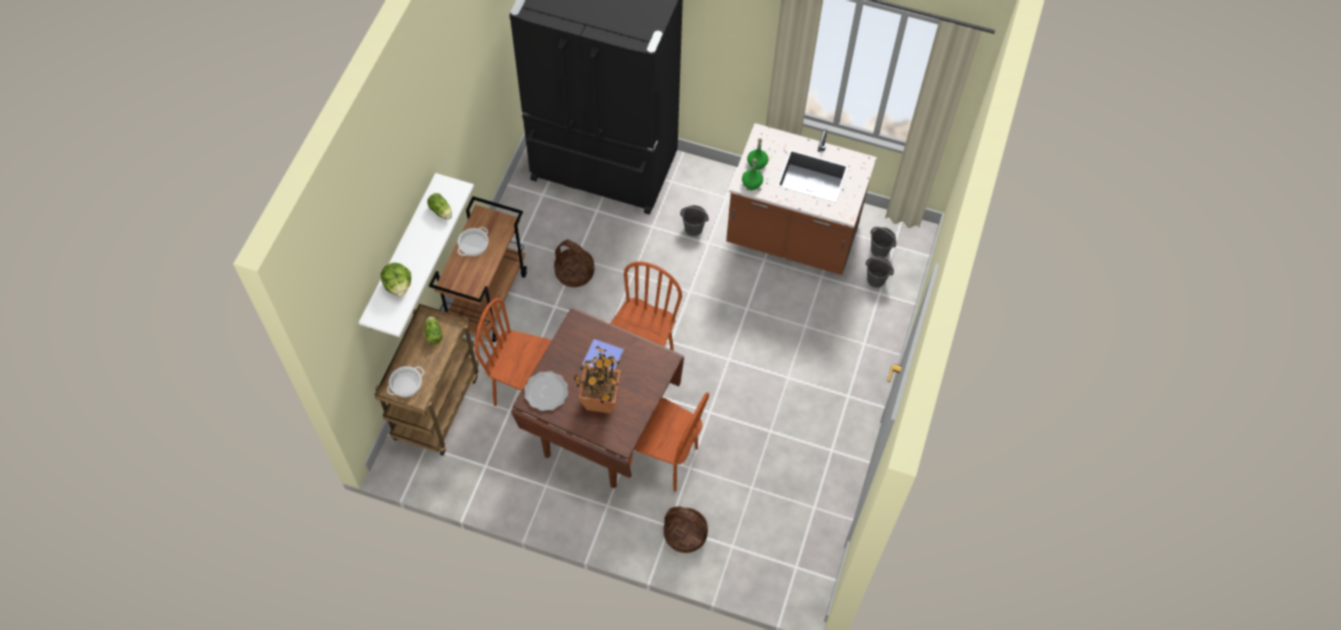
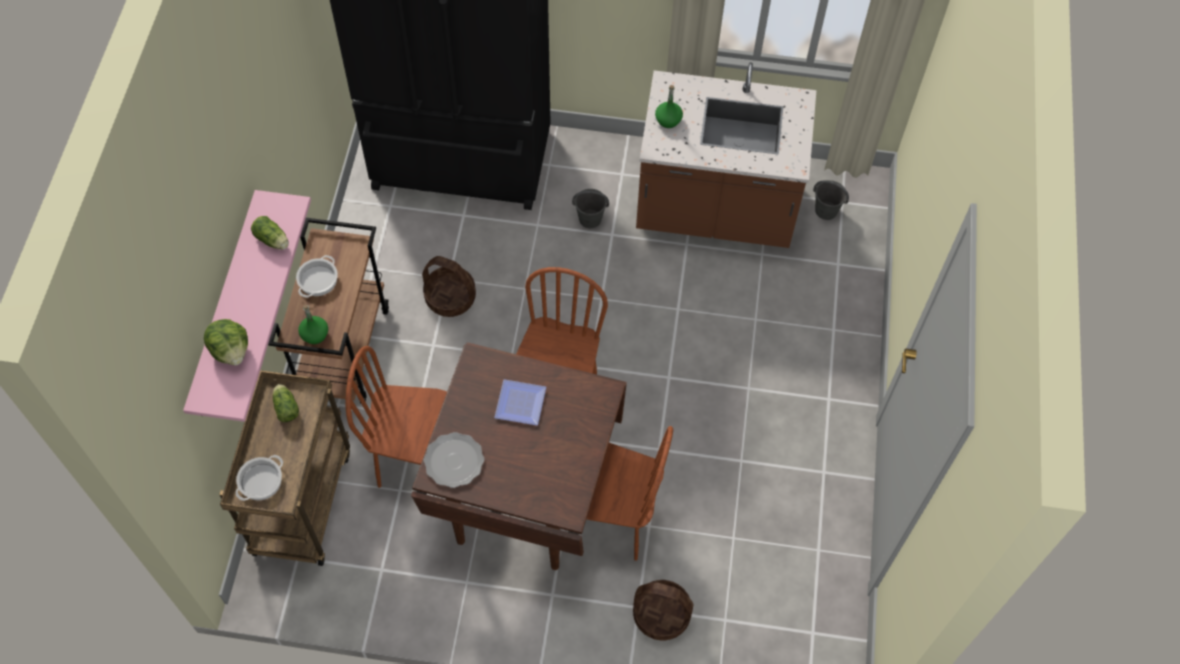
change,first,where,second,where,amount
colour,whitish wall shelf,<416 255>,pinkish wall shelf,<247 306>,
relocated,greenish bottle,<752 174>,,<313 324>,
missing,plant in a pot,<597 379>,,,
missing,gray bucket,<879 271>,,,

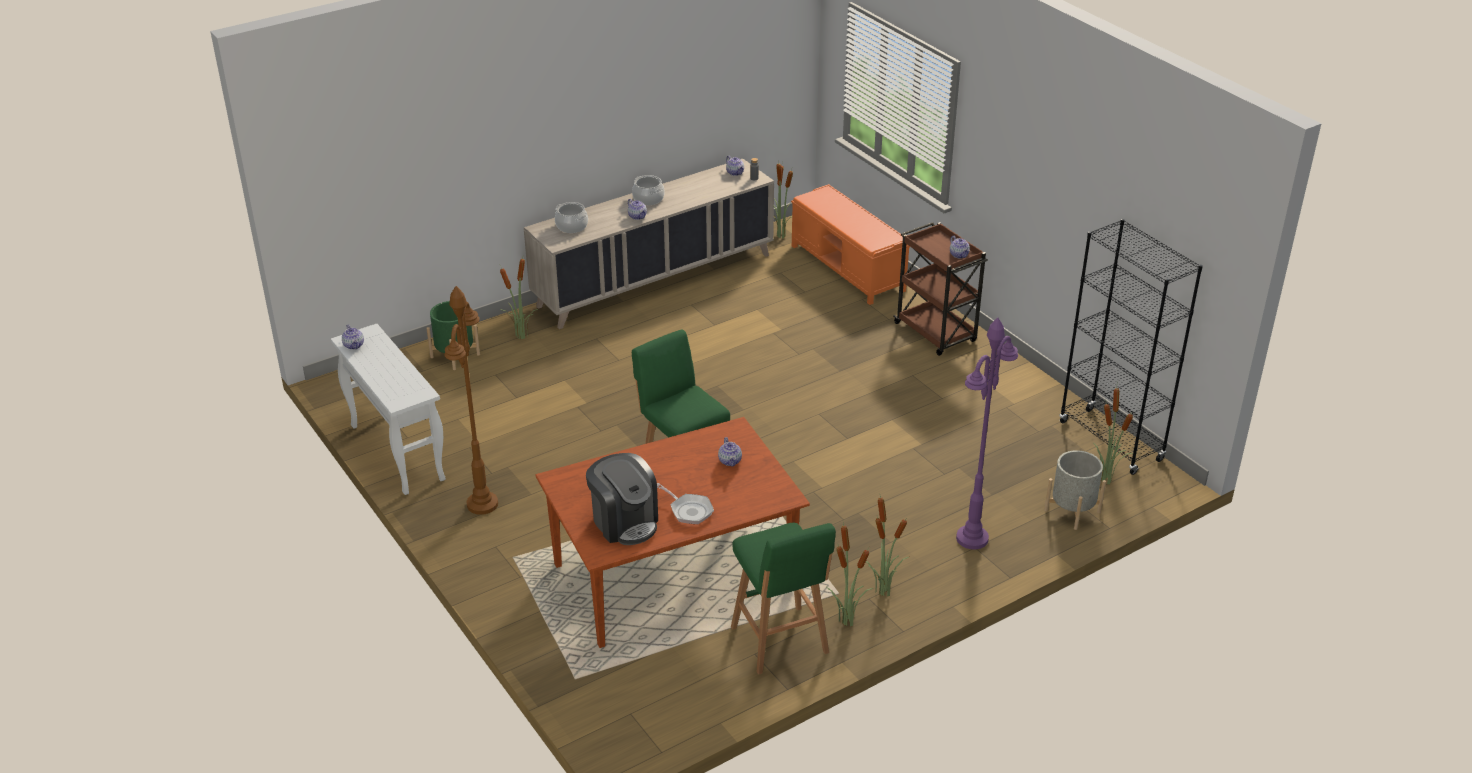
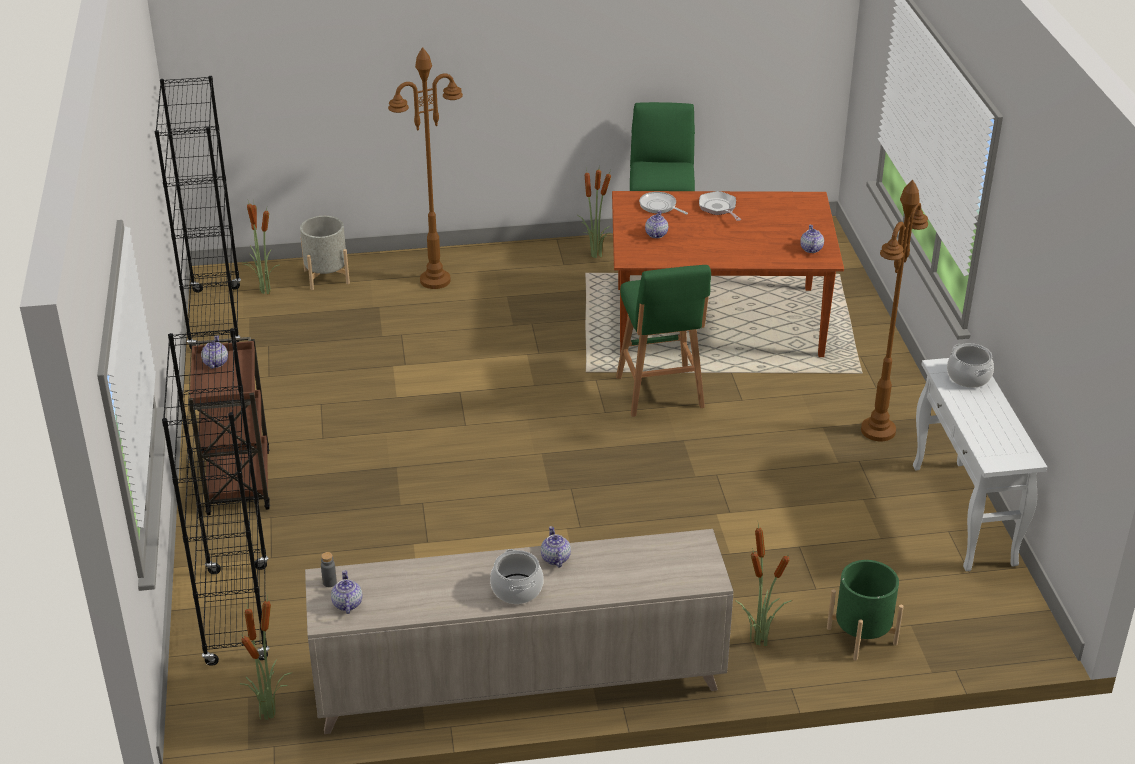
change,first,where,second,where,amount
exchanged,orangey indoor bench,<850 244>,black-coloured shelving unit,<216 497>,
colour,purple floor lamp,<987 433>,brownish floor lamp,<425 168>,
appeared,,,pan,<663 203>,
relocated,pot for tea,<353 337>,,<812 239>,
relocated,saucepot,<571 217>,,<970 365>,
missing,coffee brewer,<622 499>,,,
missing,plant in a pot,<888 546>,,,

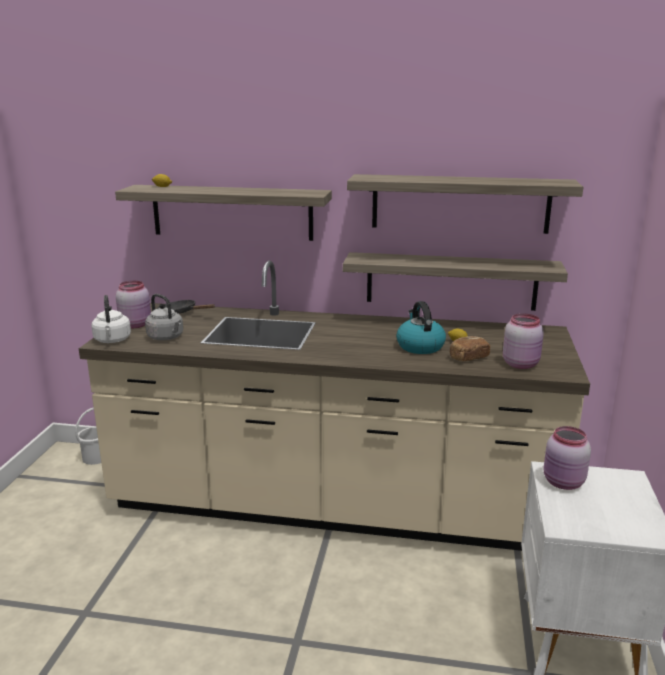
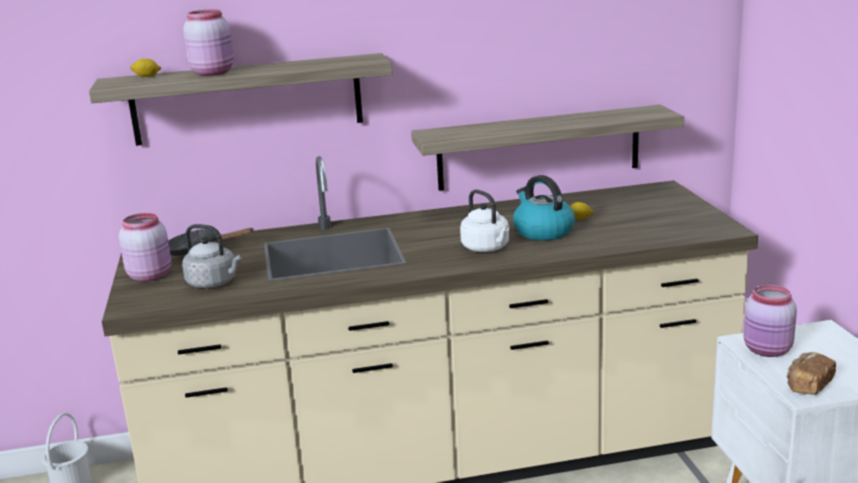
change,first,where,second,where,amount
relocated,pinkish storage jar,<523 341>,,<208 42>,
relocated,whitish tea kettle,<111 319>,,<484 220>,
relocated,baked bread,<470 348>,,<811 373>,
missing,wall shelf,<465 204>,,,

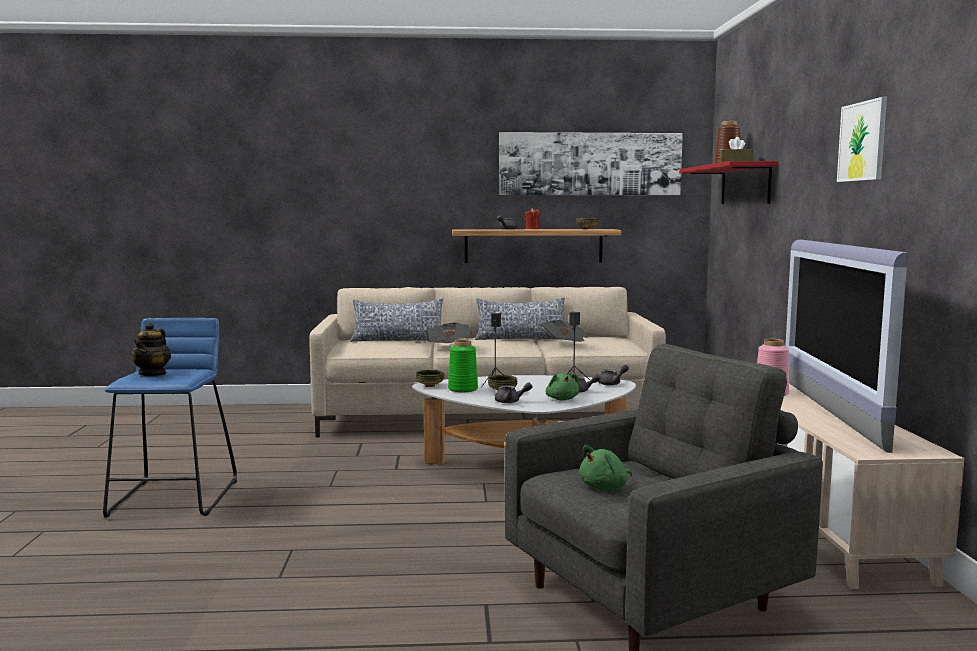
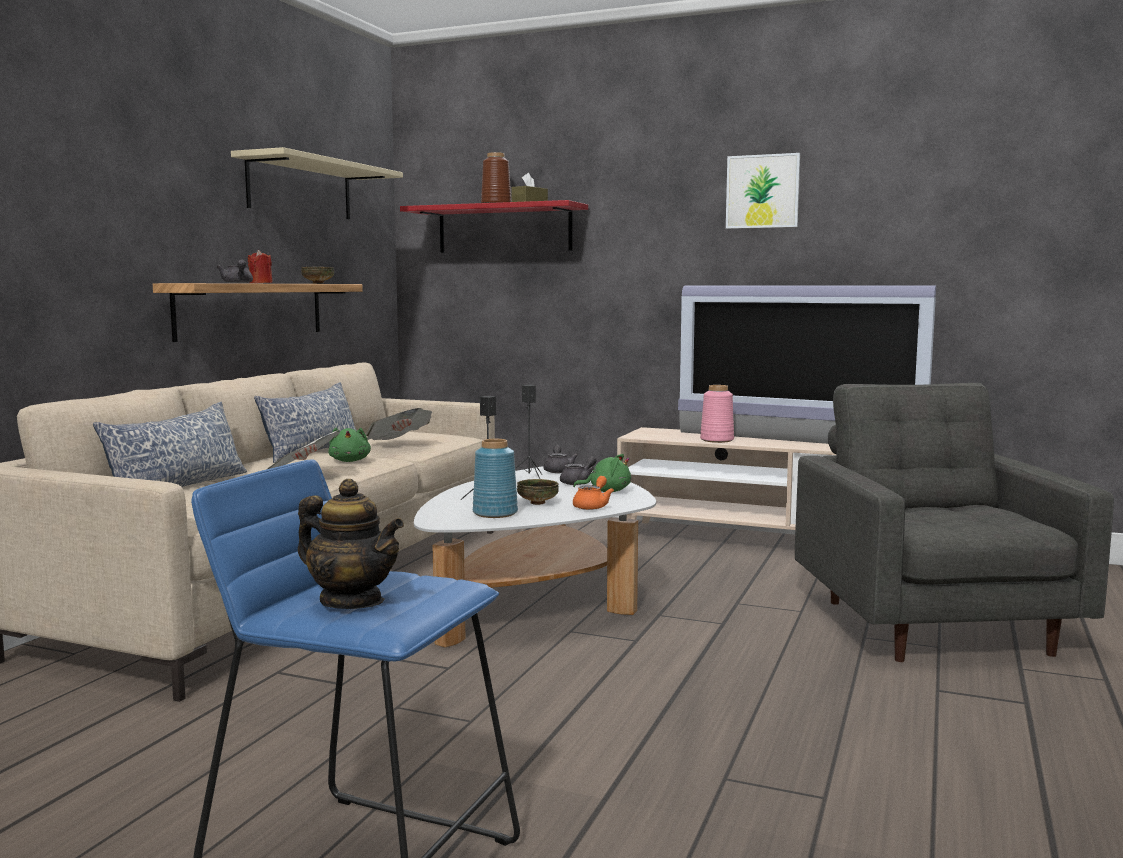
change,first,where,second,where,amount
exchanged,picture,<591 163>,sand-coloured wall shelf,<317 183>,
relocated,greenish plush toy,<605 467>,,<349 445>,
colour,greenish decorative vase,<463 366>,blue-coloured decorative vase,<495 478>,
colour,gray pot for tea,<513 392>,orangey pot for tea,<593 493>,
missing,deep dish,<430 378>,,,

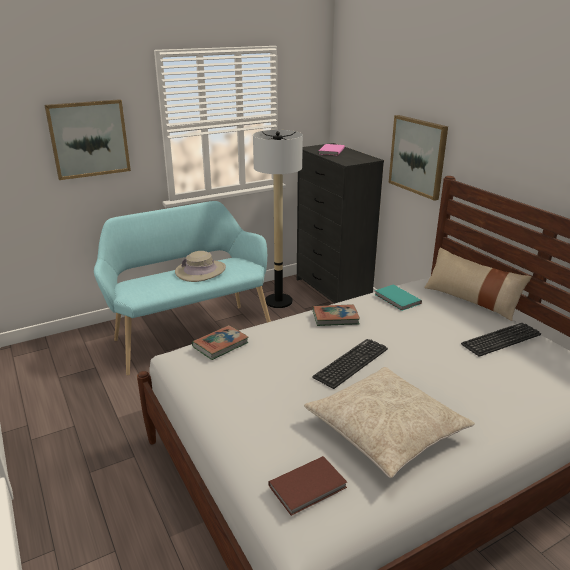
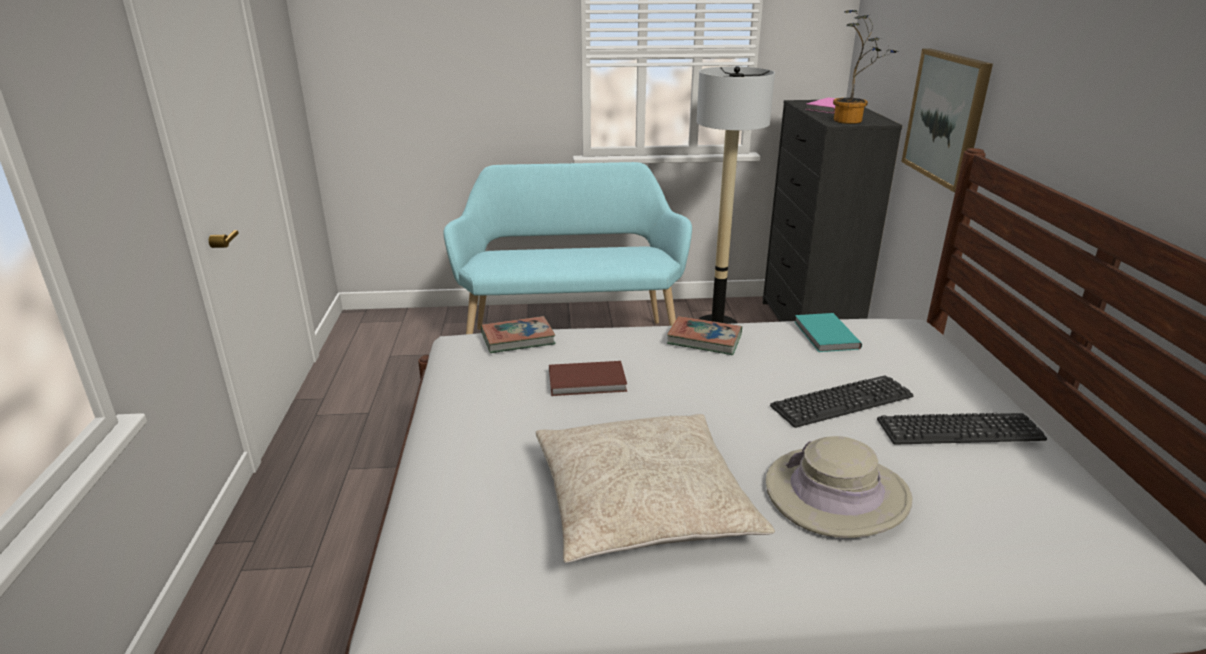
change,first,where,second,where,amount
relocated,brownish volume,<307 486>,,<588 378>,
relocated,sand-coloured wearable hat,<200 266>,,<839 487>,
relocated,computer keyboard,<350 364>,,<841 401>,
appeared,,,plant in a pot,<866 67>,
missing,picture,<88 139>,,,
missing,sand-coloured throw pillow,<478 284>,,,

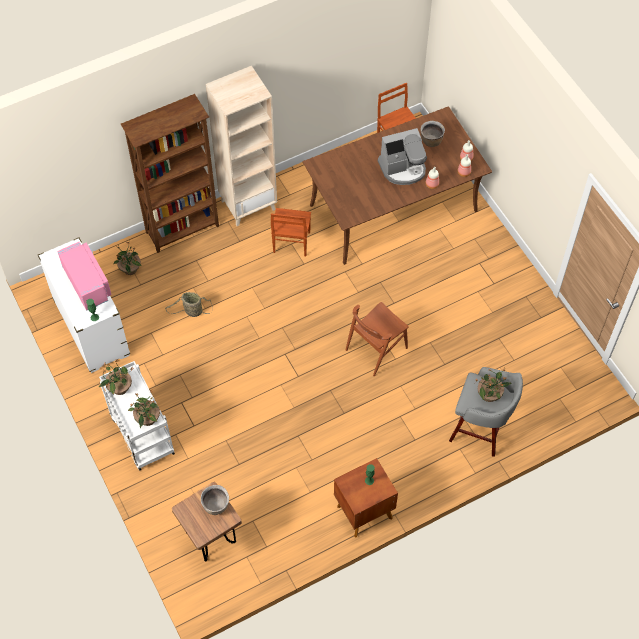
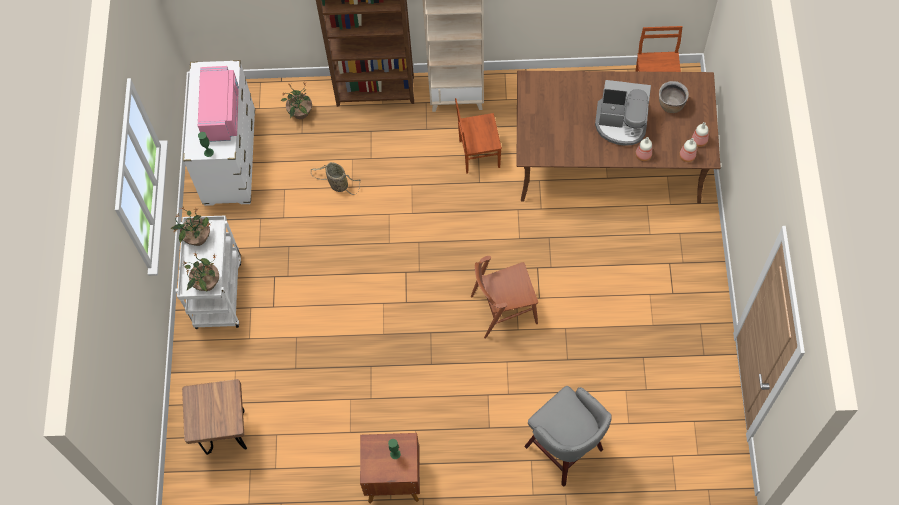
change,first,where,second,where,amount
spun,brownish upright chair,<291 232>,,<478 136>,45 degrees clockwise
missing,brownish saucepot,<215 500>,,,
missing,plant in a pot,<493 384>,,,

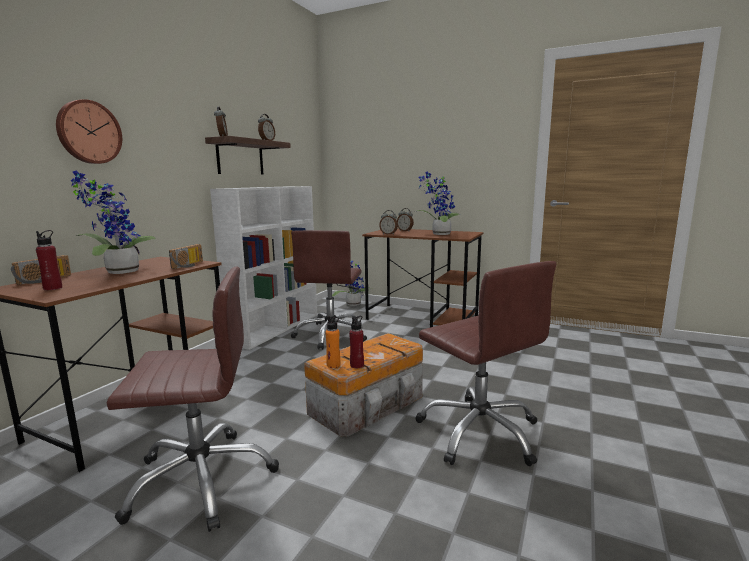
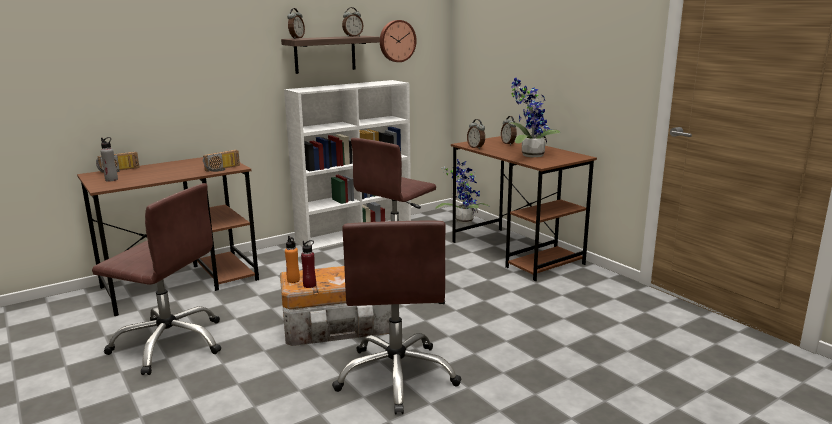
change,first,where,second,where,amount
colour,reddish bottle,<49 260>,gray bottle,<109 159>,
relocated,hanging clock,<89 131>,,<398 41>,
missing,plant in a pot,<113 222>,,,

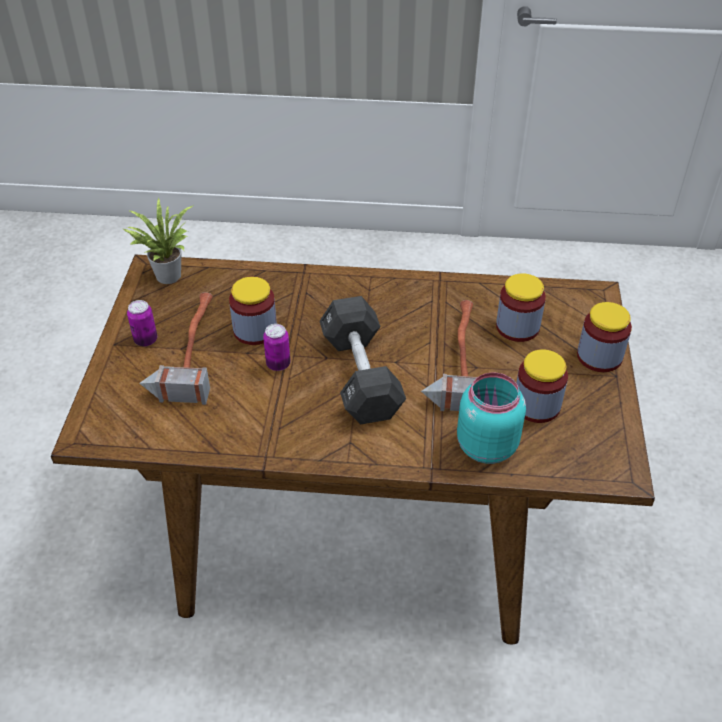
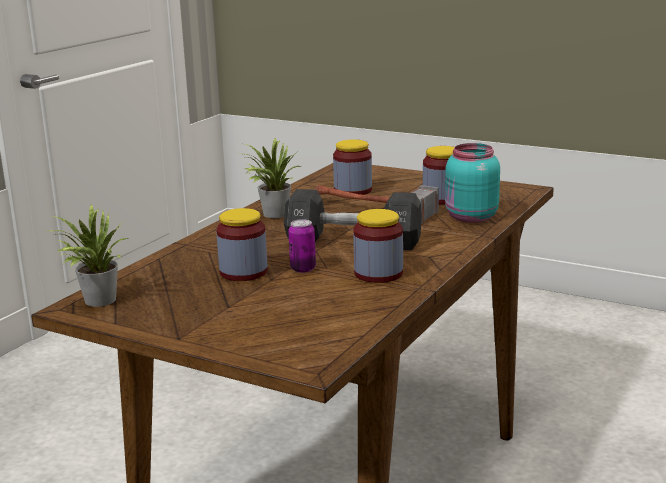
change,first,where,second,where,amount
appeared,,,plant in a pot,<273 178>,
relocated,storage jar,<604 337>,,<378 246>,
missing,can,<142 323>,,,
missing,hand hammer,<176 348>,,,

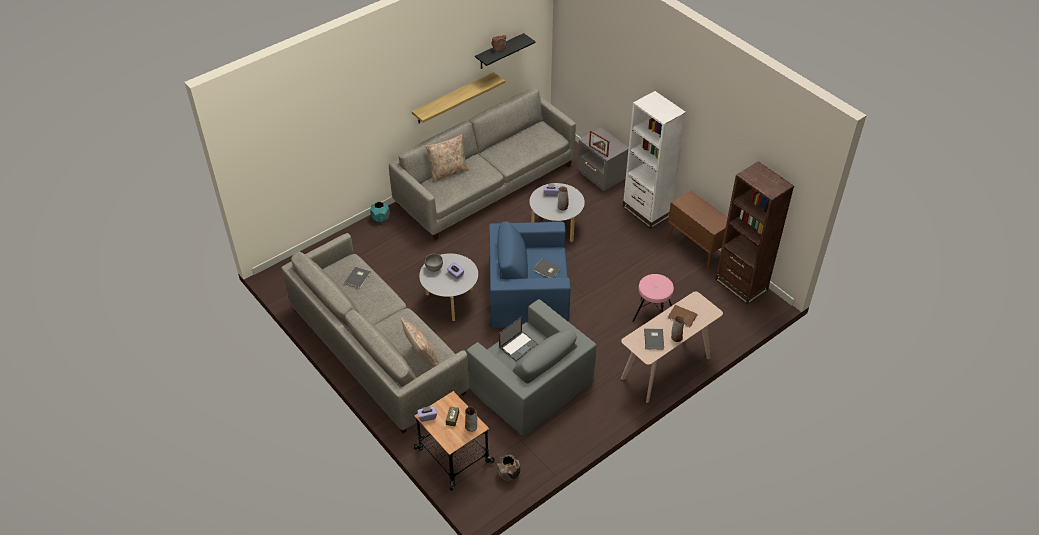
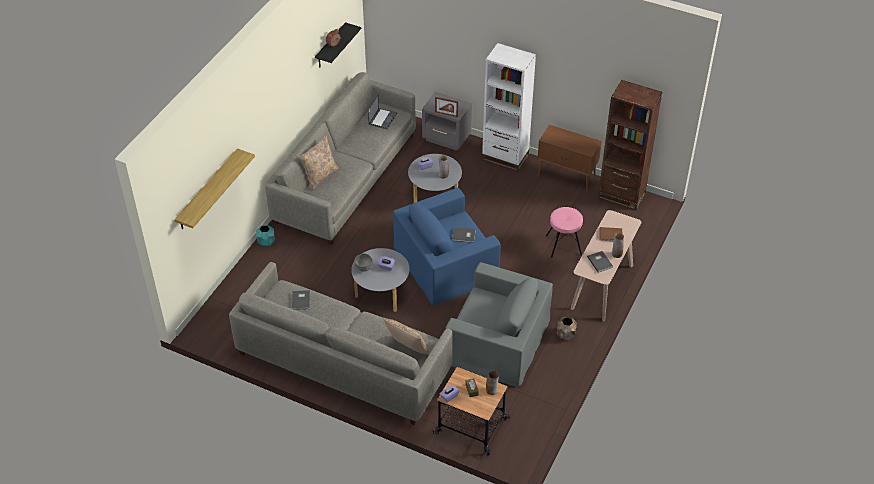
change,first,where,second,where,amount
relocated,wall shelf,<458 97>,,<214 188>,
relocated,portable computer,<518 338>,,<382 112>,
relocated,brownish flower pot,<508 468>,,<567 328>,

